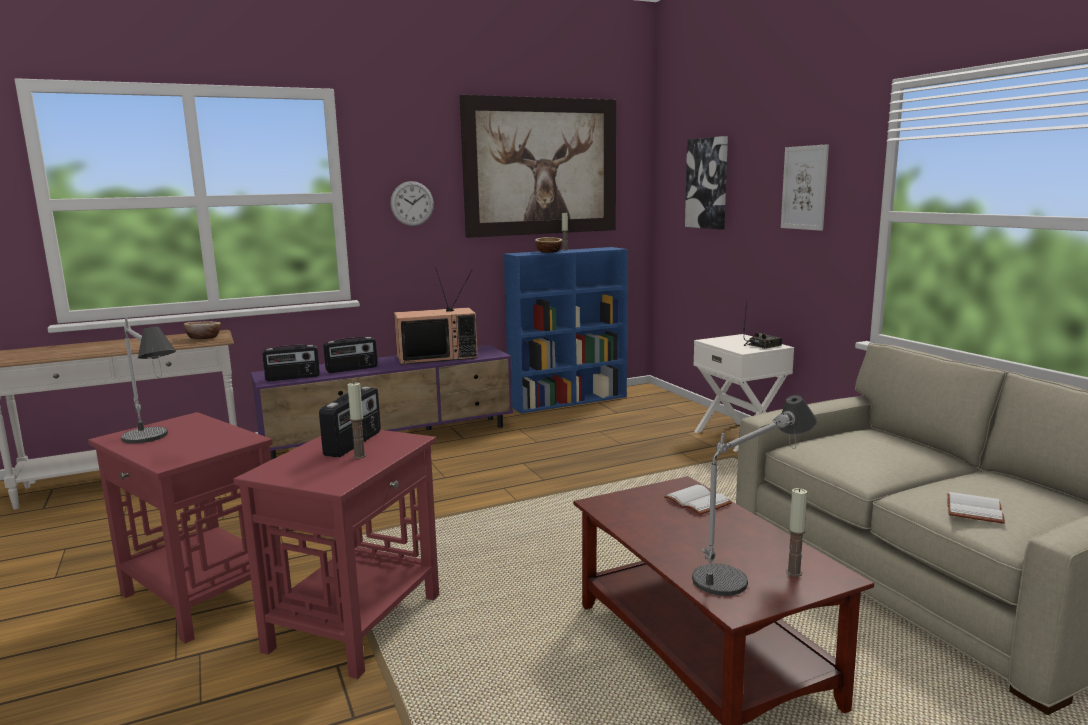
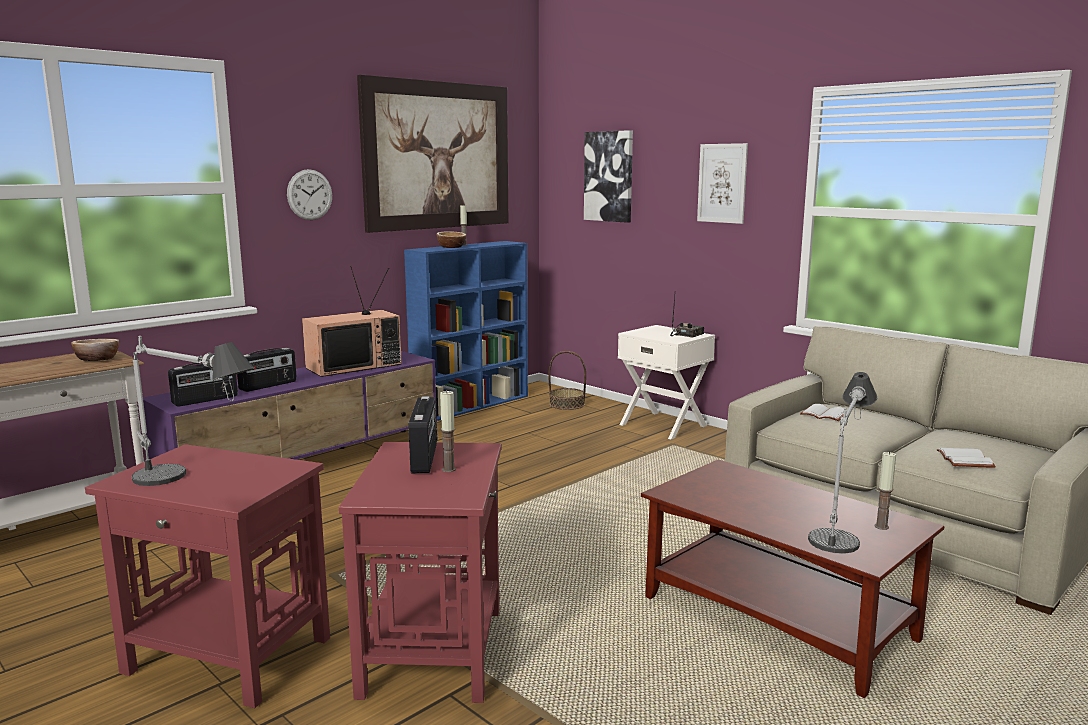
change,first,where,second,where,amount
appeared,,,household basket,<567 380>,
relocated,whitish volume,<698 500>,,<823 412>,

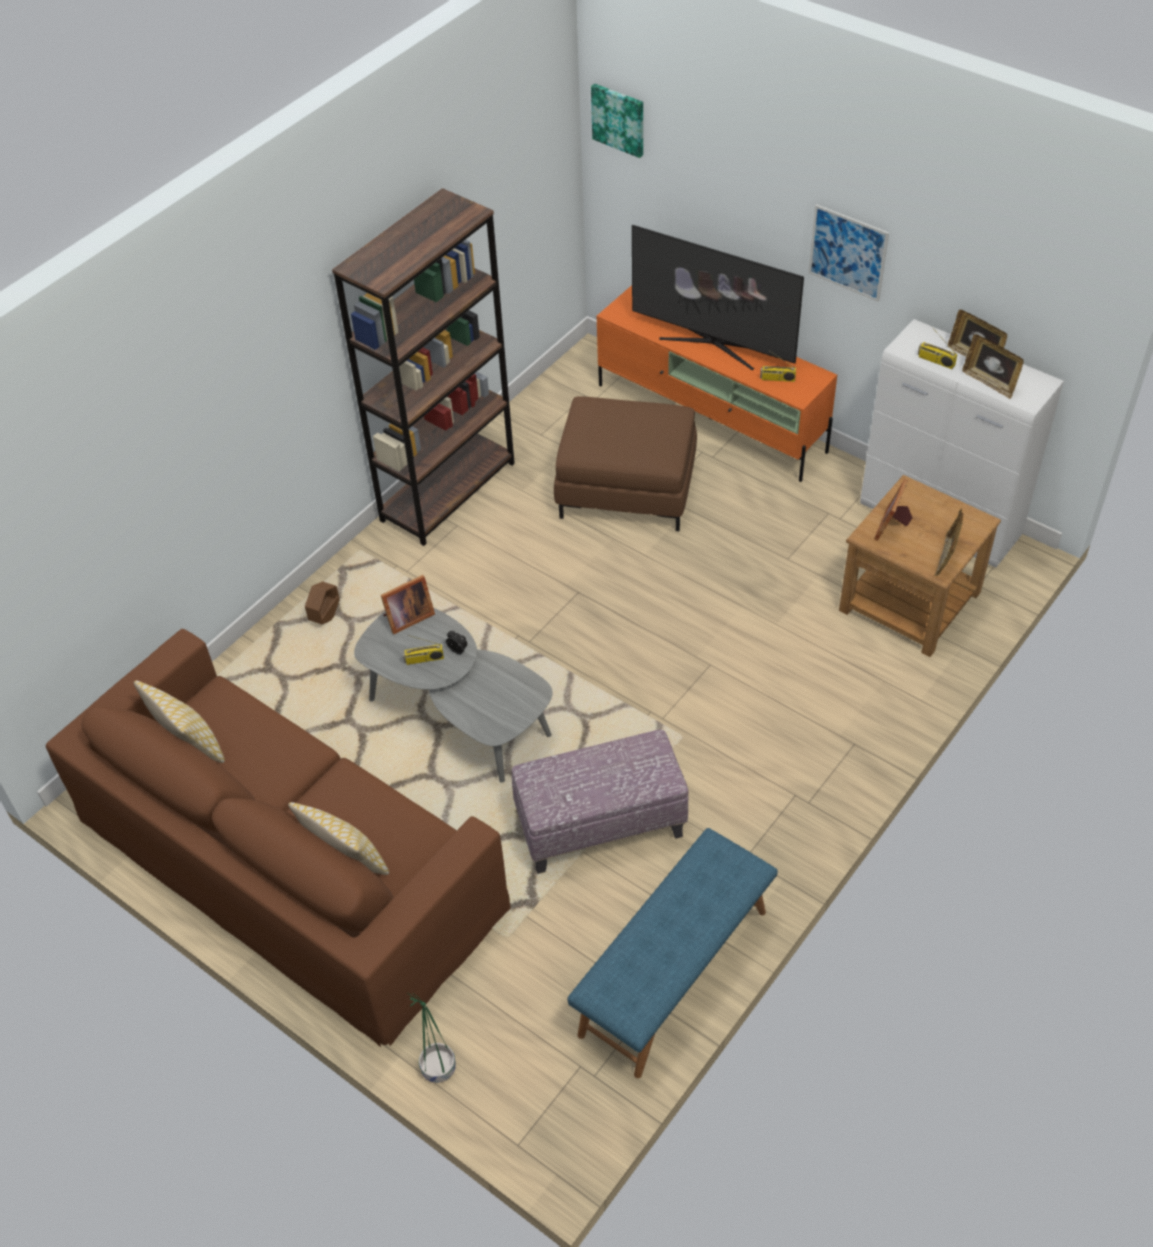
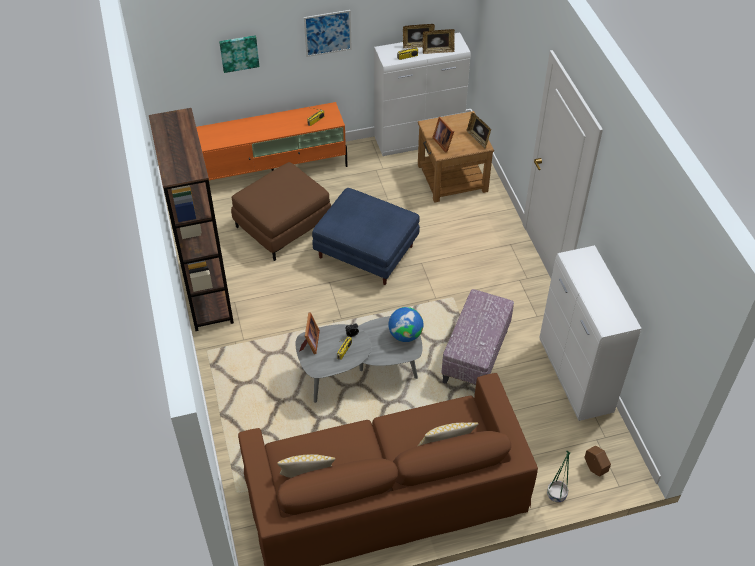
change,first,where,second,where,amount
relocated,picture,<617 120>,,<239 54>,
appeared,,,blue-coloured pouffe,<366 236>,
appeared,,,desk globe,<405 324>,
exchanged,blue-coloured indoor bench,<672 953>,whitish cabinet,<591 333>,
relocated,brownish flower pot,<322 602>,,<597 461>,
missing,TV,<718 297>,,,

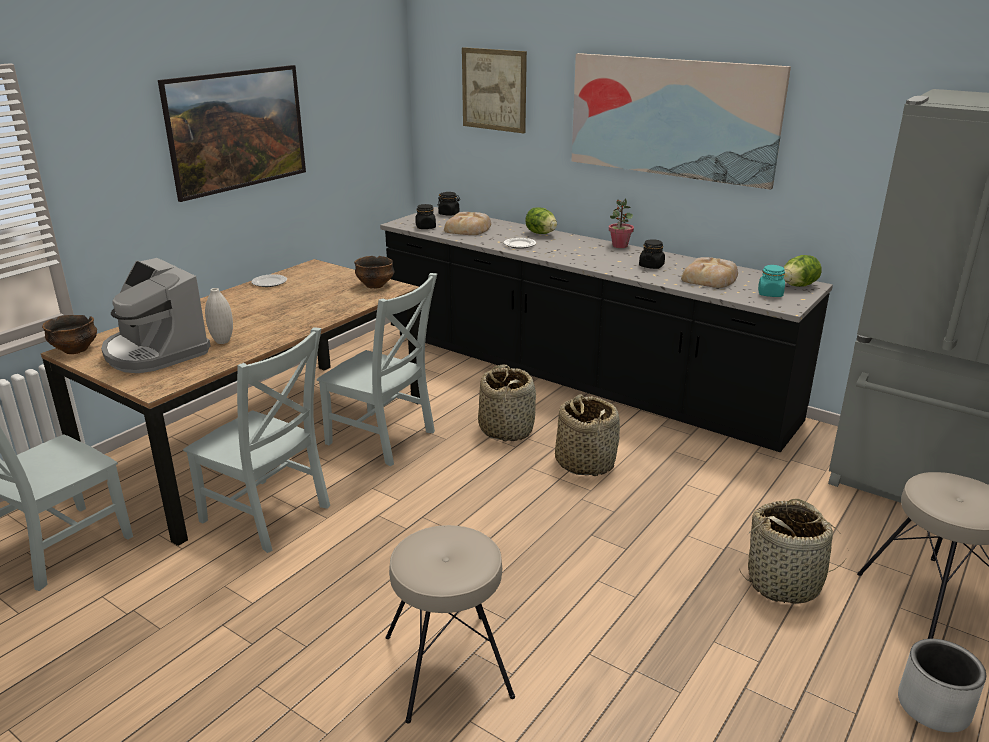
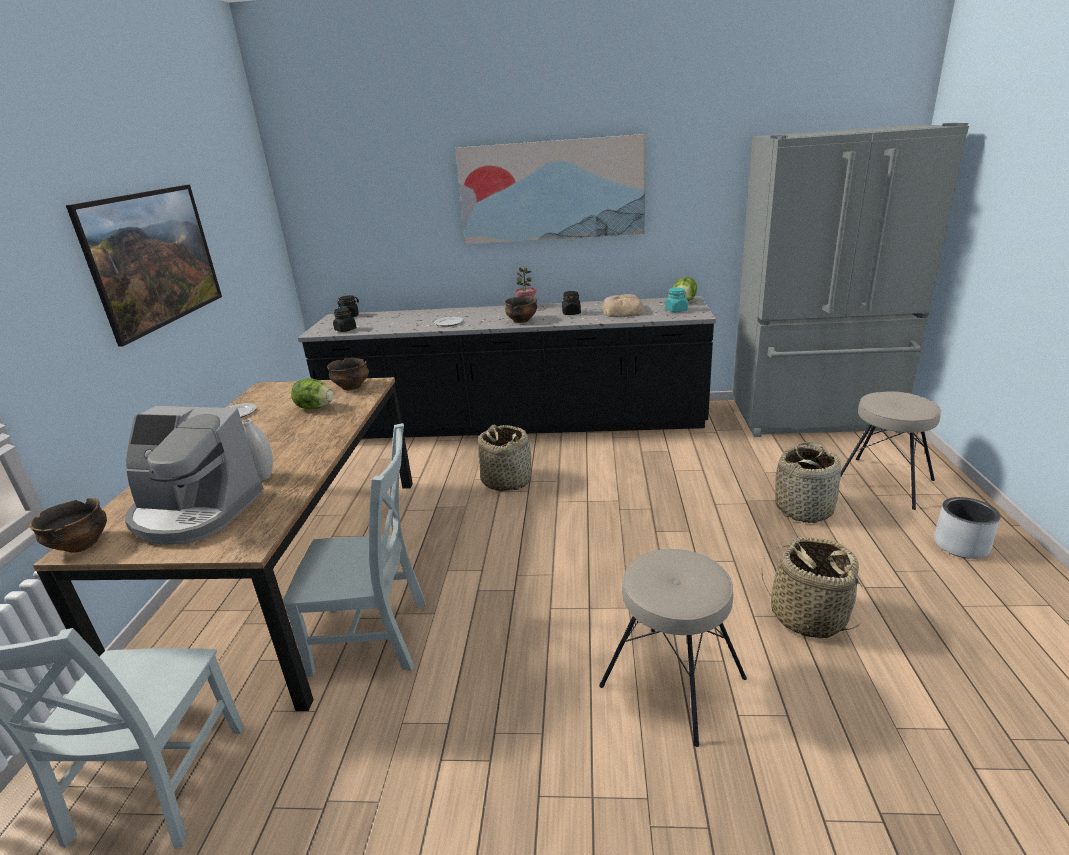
change,first,where,second,where,amount
relocated,lettuce,<541 221>,,<312 393>,
appeared,,,deep dish,<521 309>,
relocated,household basket,<587 435>,,<812 587>,
missing,gray upright chair,<377 369>,,,
missing,baked bread,<467 223>,,,
missing,picture,<494 90>,,,

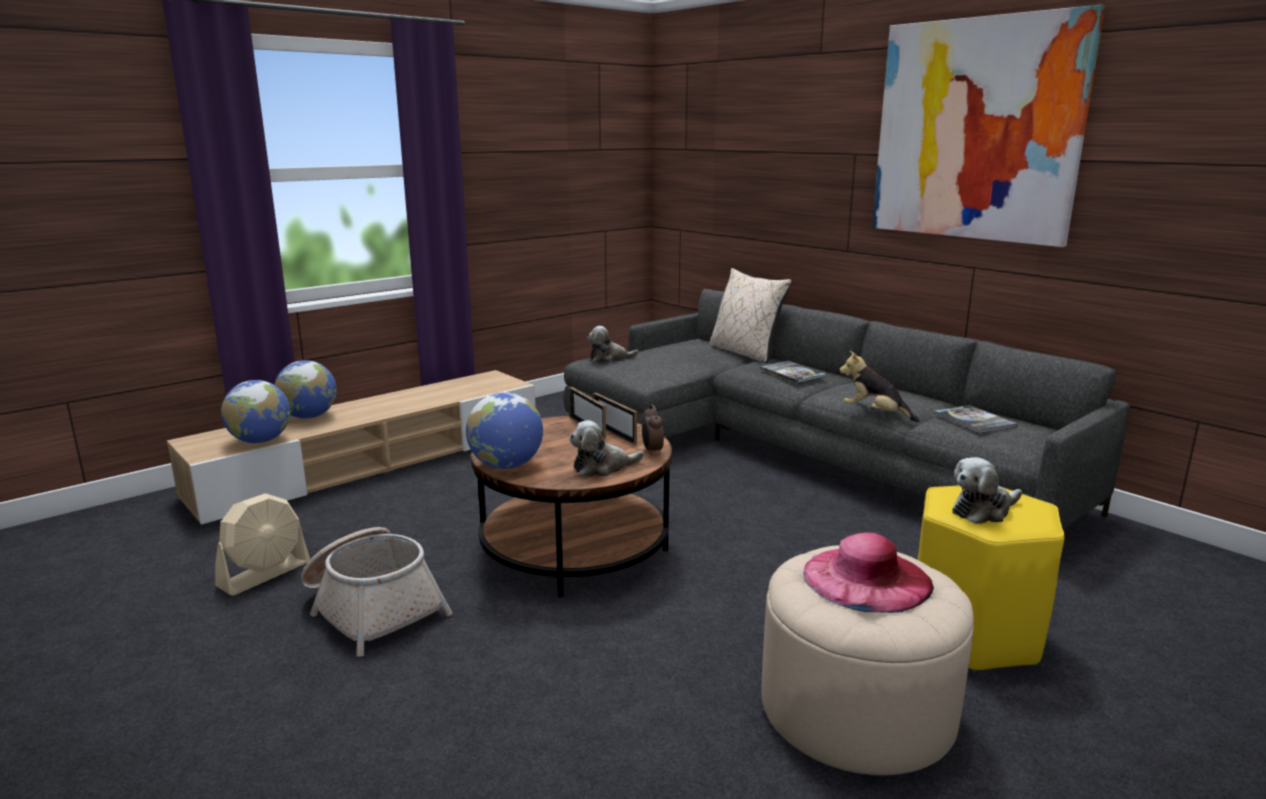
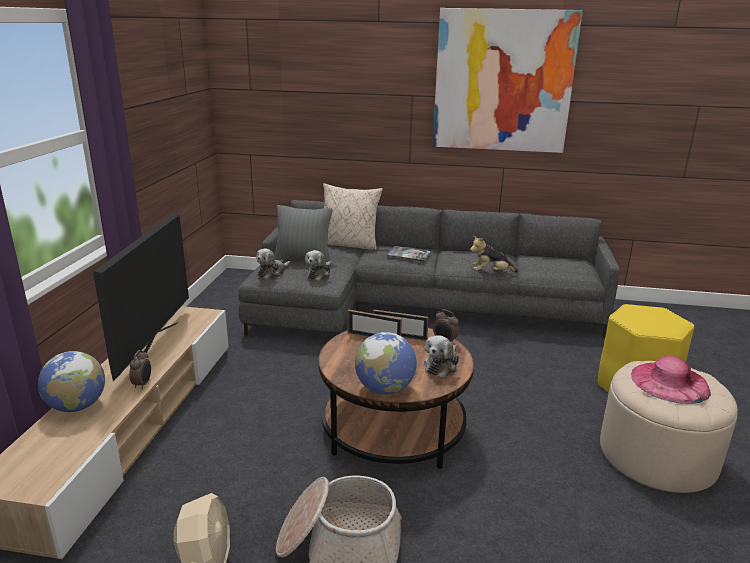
change,first,where,second,where,amount
appeared,,,TV,<141 295>,
appeared,,,alarm clock,<140 369>,
appeared,,,gray throw pillow,<303 234>,
relocated,plush toy,<987 490>,,<318 265>,
missing,desk globe,<256 411>,,,
missing,volume,<975 419>,,,

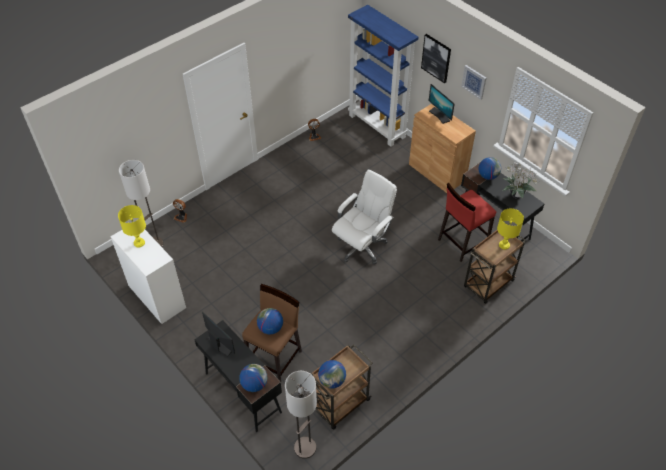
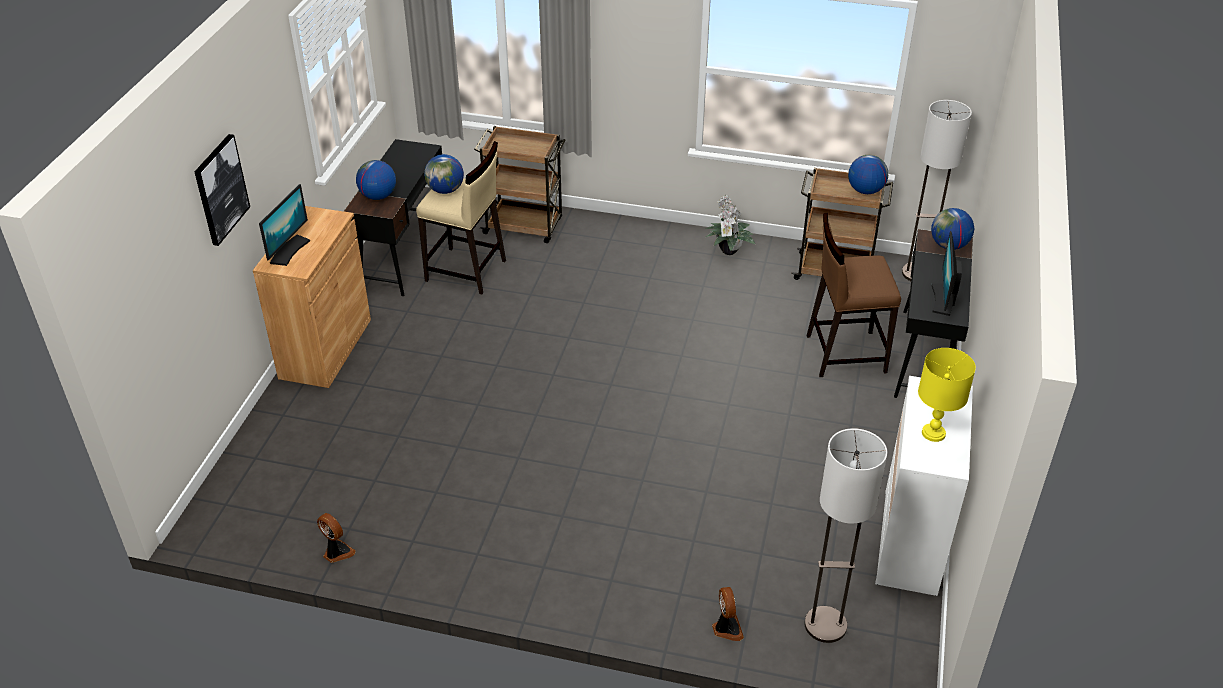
change,first,where,second,where,amount
colour,reddish stool seat,<467 222>,sand-coloured stool seat,<461 217>,
relocated,desk globe,<270 321>,,<444 174>,
relocated,plant in a pot,<520 180>,,<730 224>,
missing,whitish computer chair,<364 217>,,,
missing,blue-coloured shelving unit,<383 76>,,,
missing,picture,<473 82>,,,
missing,yellowish tabletop lamp,<510 229>,,,

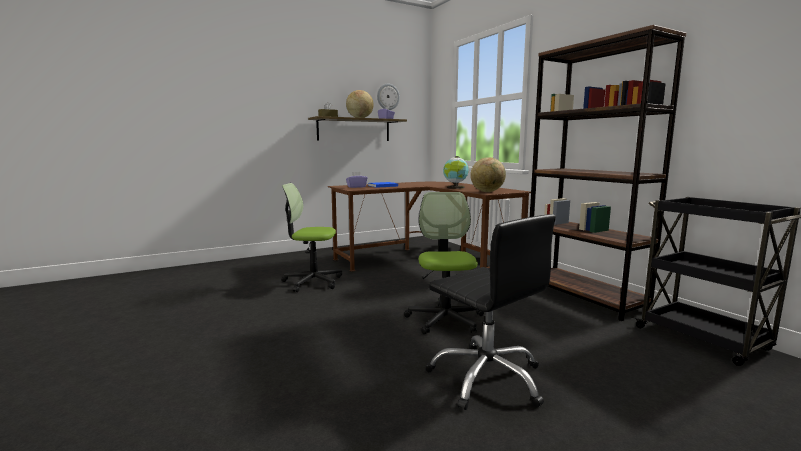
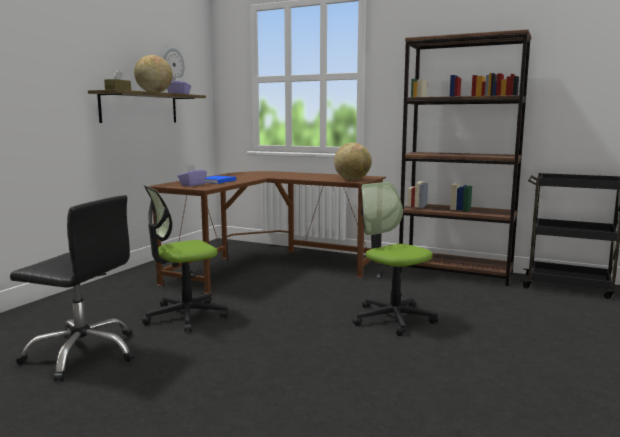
change,first,where,second,where,amount
relocated,black-coloured computer chair,<490 312>,,<72 288>,
missing,desk globe,<456 172>,,,

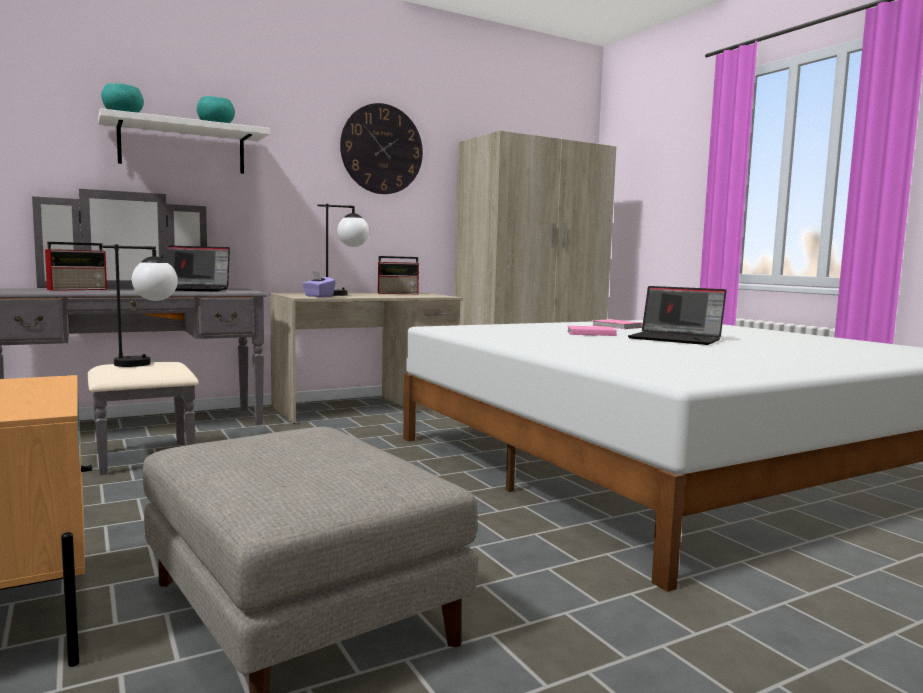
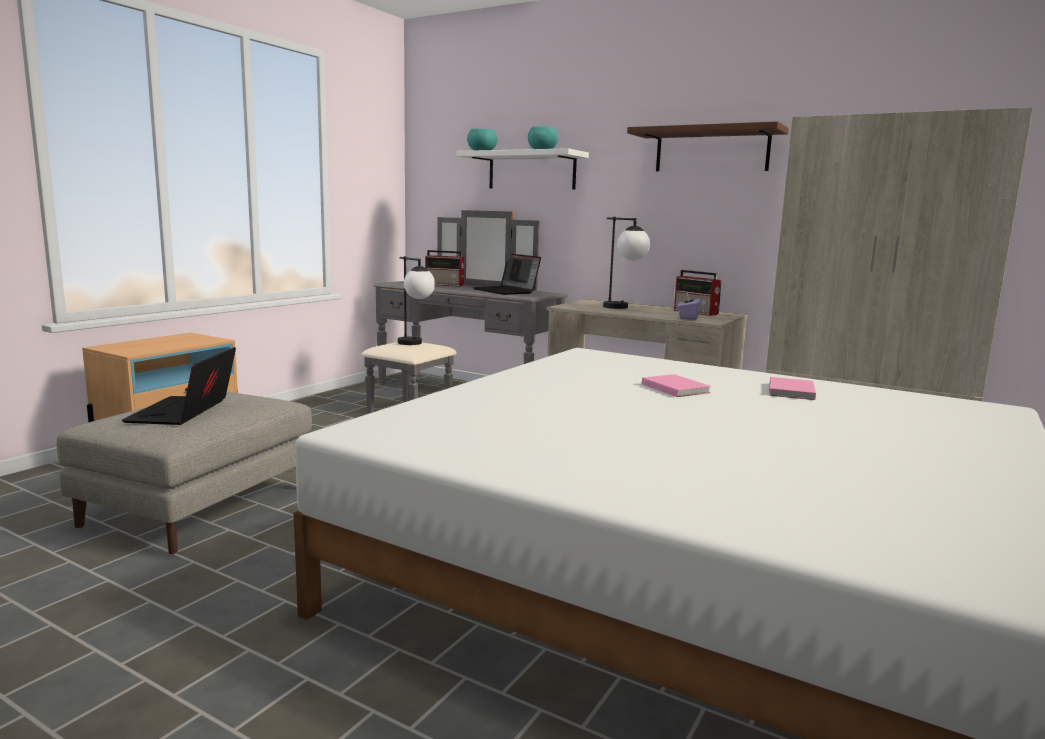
change,first,where,second,where,amount
relocated,portable computer,<677 315>,,<179 386>,
exchanged,hanging clock,<381 148>,brownish wall shelf,<708 146>,
relocated,purple tissue holder,<319 284>,,<689 306>,

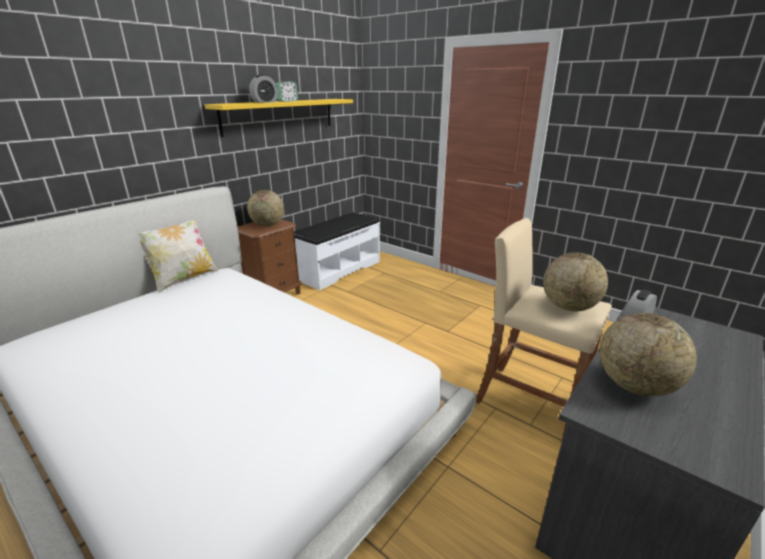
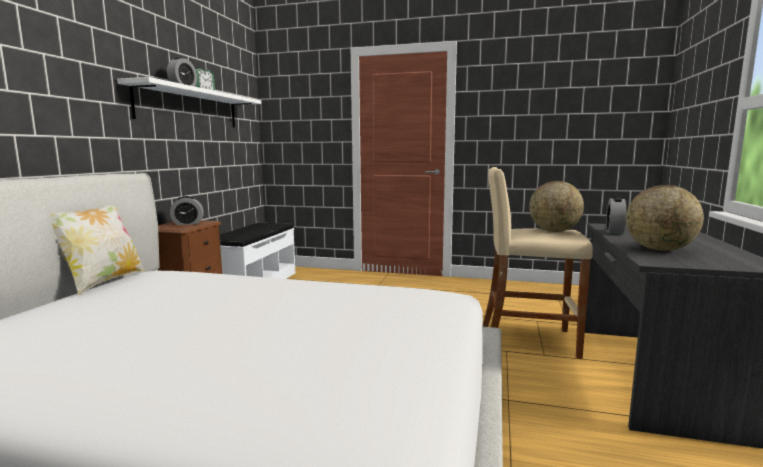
change,first,where,second,where,amount
colour,yellowish wall shelf,<278 118>,whitish wall shelf,<189 102>,
exchanged,desk globe,<265 208>,alarm clock,<187 210>,

